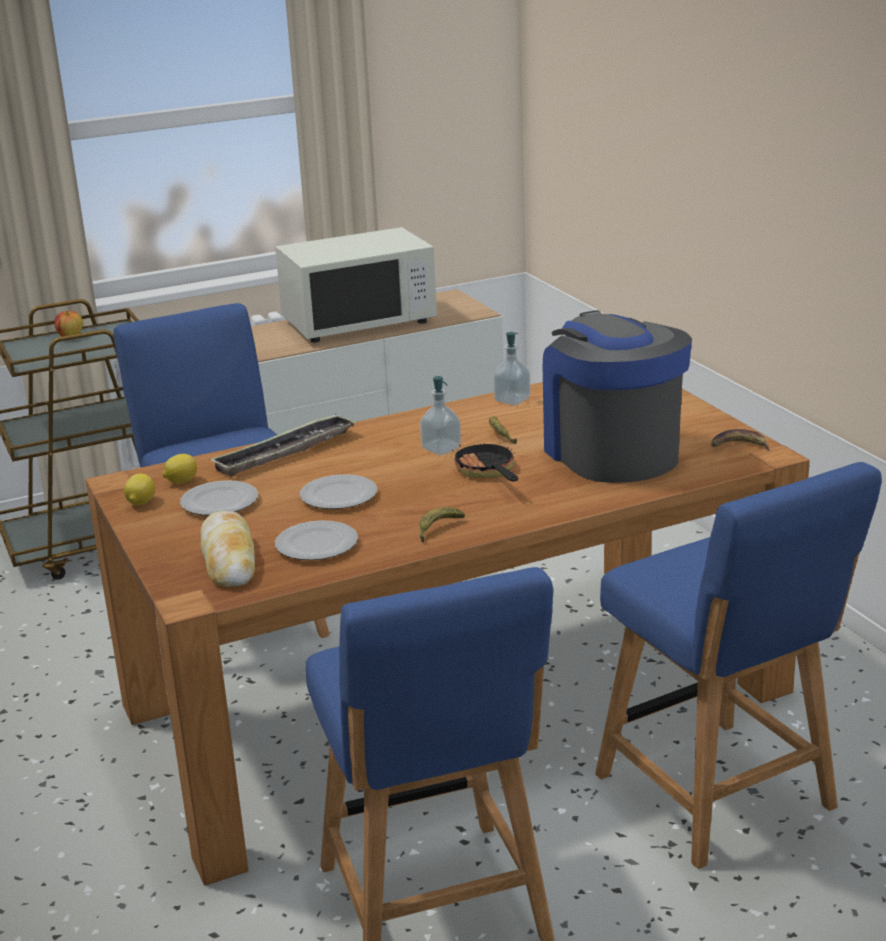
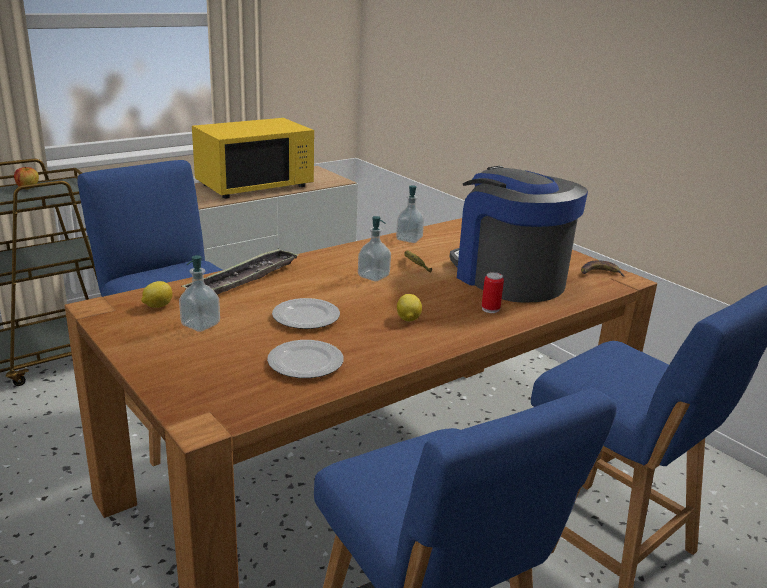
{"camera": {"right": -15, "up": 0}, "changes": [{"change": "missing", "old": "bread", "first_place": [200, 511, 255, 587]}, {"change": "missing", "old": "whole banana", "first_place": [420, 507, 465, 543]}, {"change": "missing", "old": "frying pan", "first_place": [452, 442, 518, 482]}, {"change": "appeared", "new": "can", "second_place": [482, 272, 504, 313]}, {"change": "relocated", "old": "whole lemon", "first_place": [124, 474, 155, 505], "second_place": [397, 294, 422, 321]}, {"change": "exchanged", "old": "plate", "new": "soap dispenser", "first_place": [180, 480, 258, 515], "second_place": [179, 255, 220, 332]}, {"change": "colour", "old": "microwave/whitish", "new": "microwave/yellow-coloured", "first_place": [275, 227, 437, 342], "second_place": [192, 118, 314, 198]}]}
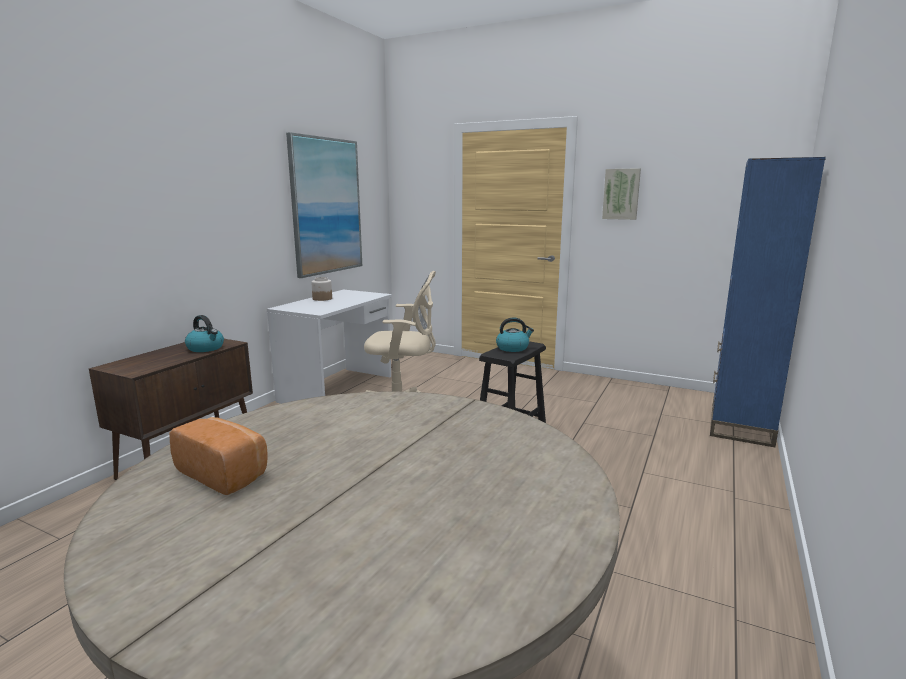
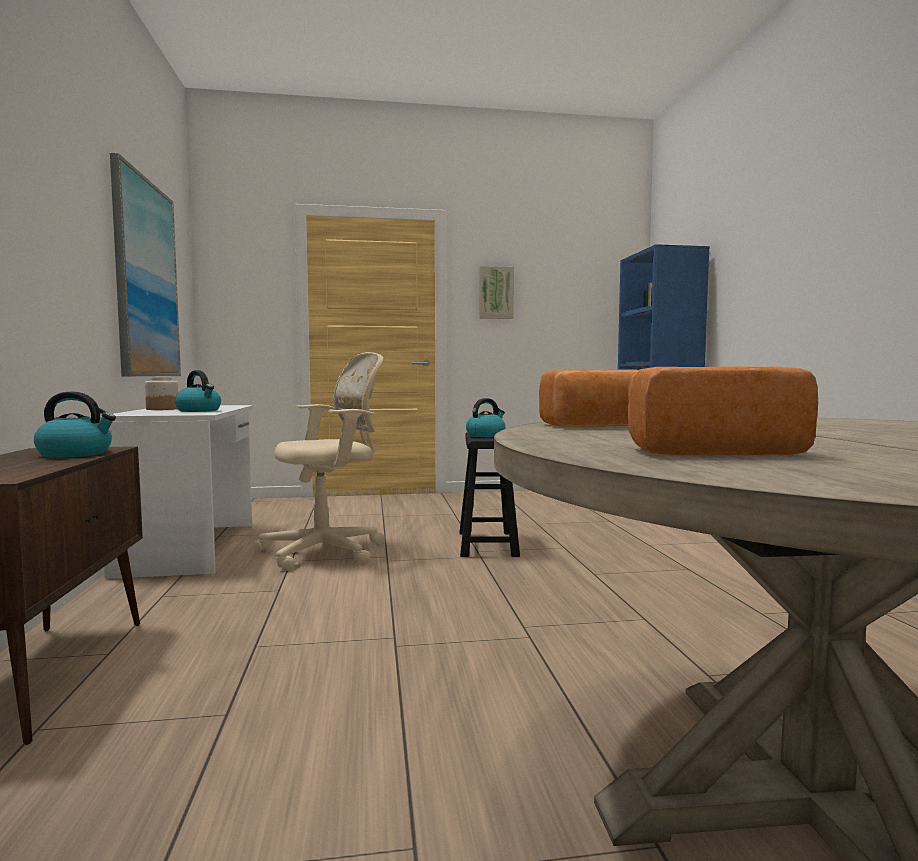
{"camera": {"right": -35, "up": -10}, "changes": [{"change": "appeared", "new": "kettle", "second_place": [175, 370, 221, 412]}, {"change": "appeared", "new": "bread", "second_place": [539, 369, 639, 427]}]}
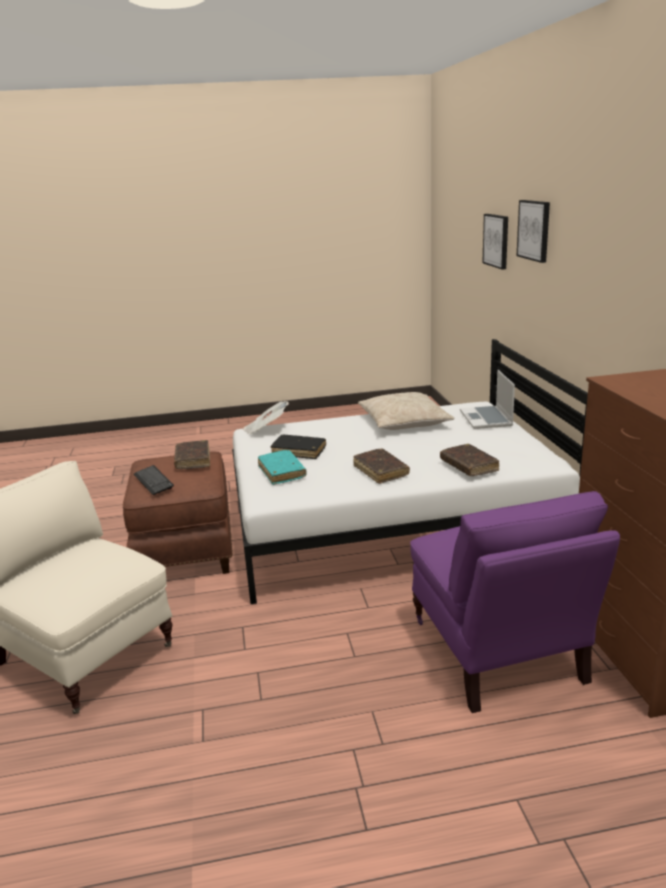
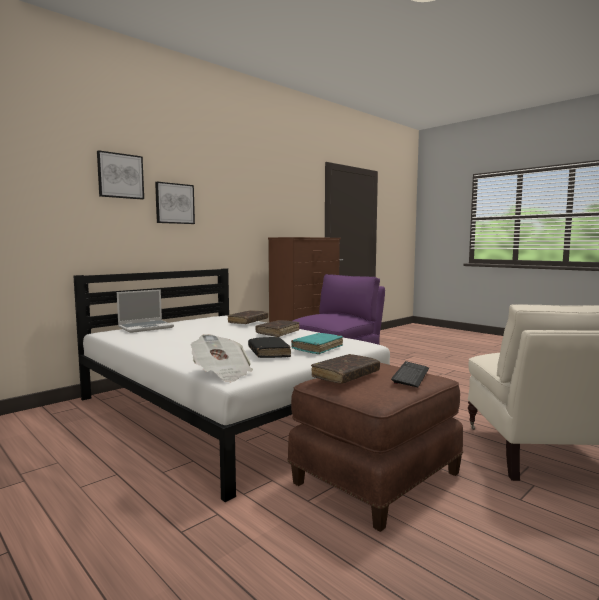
{"camera": {"right": -125, "up": -15}, "changes": [{"change": "missing", "old": "cushion/beige", "first_place": [358, 392, 455, 430]}, {"change": "relocated", "old": "wall art", "first_place": [482, 214, 508, 269], "second_place": [155, 182, 195, 224]}]}
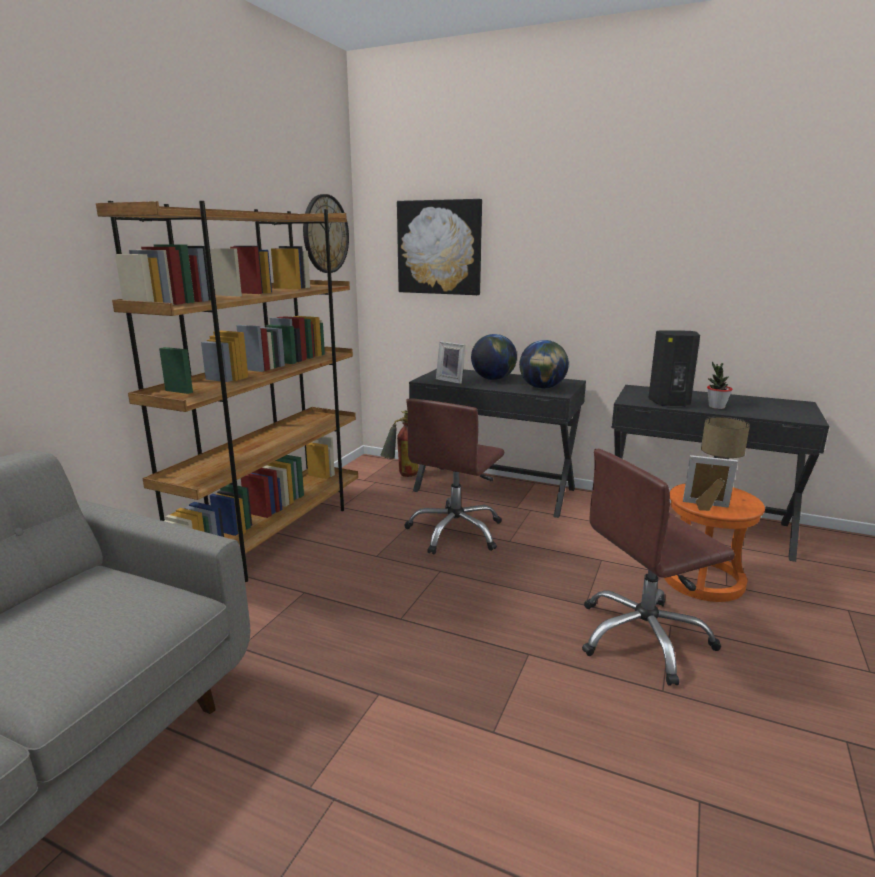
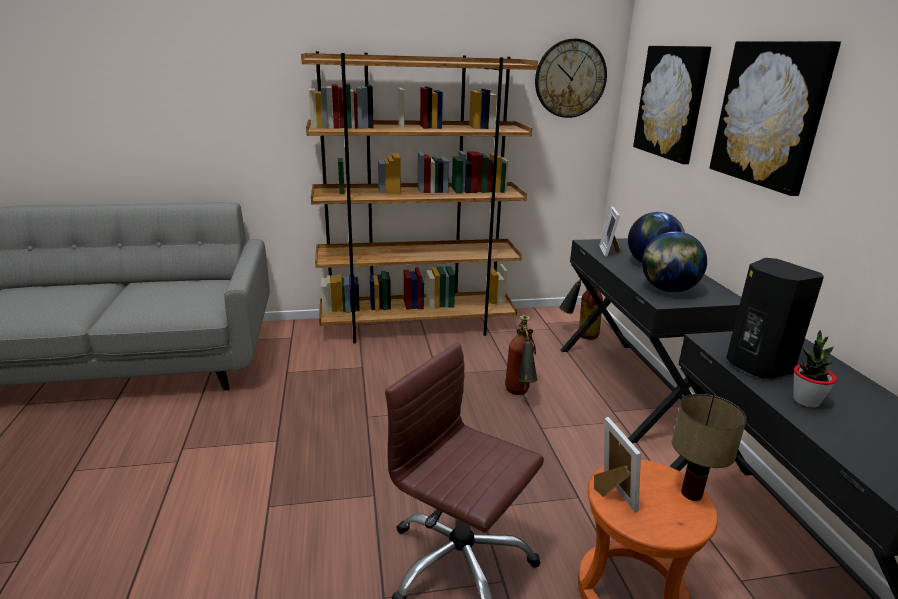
{"camera": {"right": 55, "up": 5}, "changes": [{"change": "appeared", "new": "wall art", "second_place": [710, 41, 841, 196]}, {"change": "exchanged", "old": "desk chair/brownish", "new": "extinguisher", "first_place": [404, 398, 504, 554], "second_place": [505, 315, 538, 395]}]}
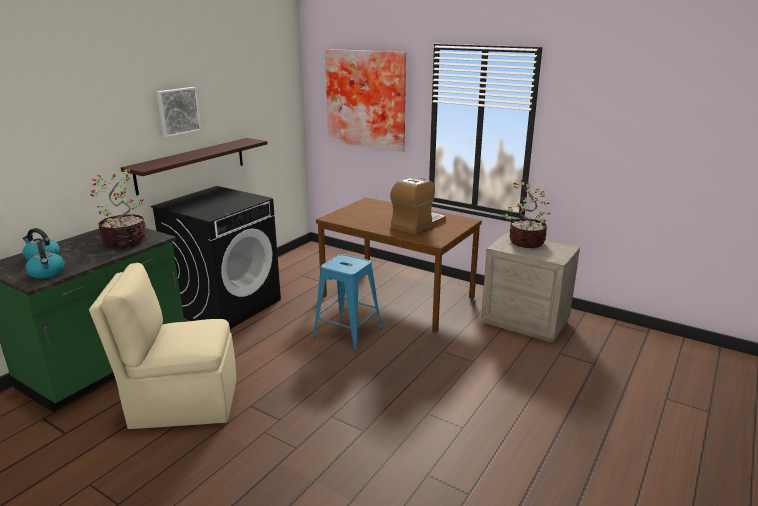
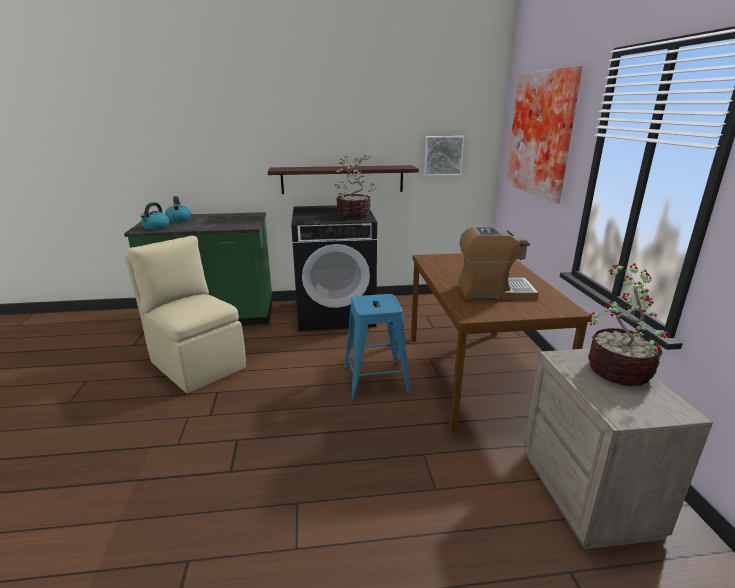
{"camera": {"right": 50, "up": 0}, "changes": [{"change": "relocated", "old": "plant in a pot", "first_place": [89, 169, 147, 249], "second_place": [335, 155, 376, 219]}, {"change": "relocated", "old": "wall art", "first_place": [156, 87, 201, 137], "second_place": [424, 136, 464, 176]}]}
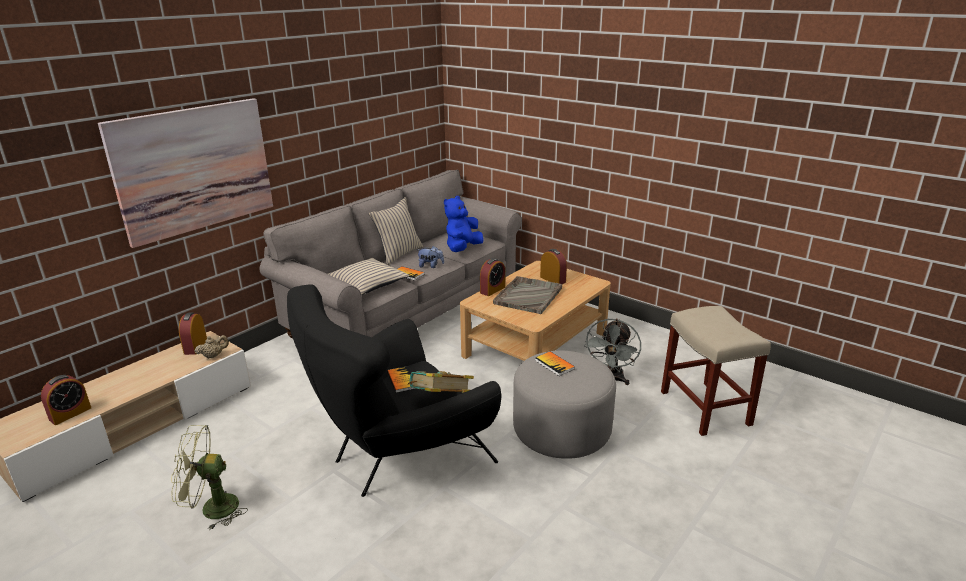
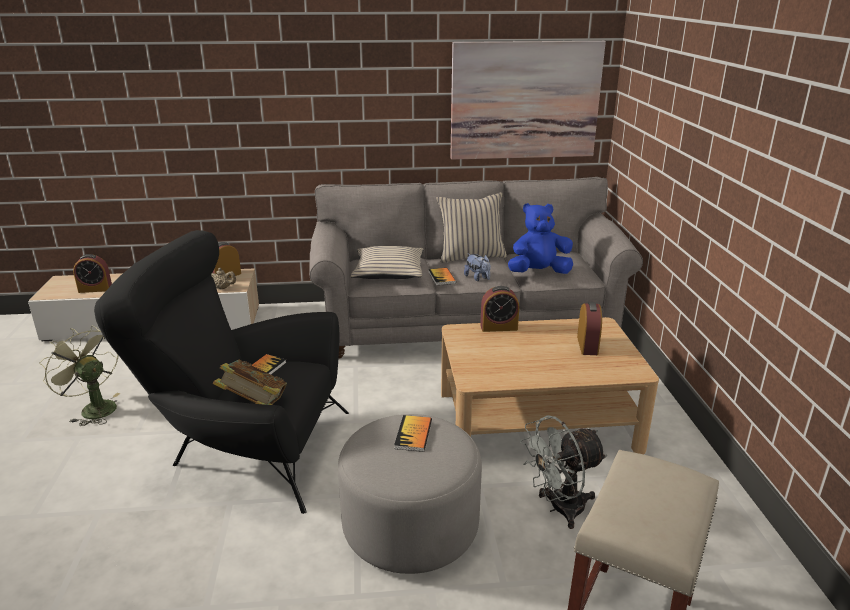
{"camera": {"right": 45, "up": 0}, "changes": [{"change": "missing", "old": "serving tray/gray", "first_place": [493, 276, 562, 314]}, {"change": "relocated", "old": "wall art", "first_place": [98, 98, 273, 248], "second_place": [450, 41, 606, 160]}]}
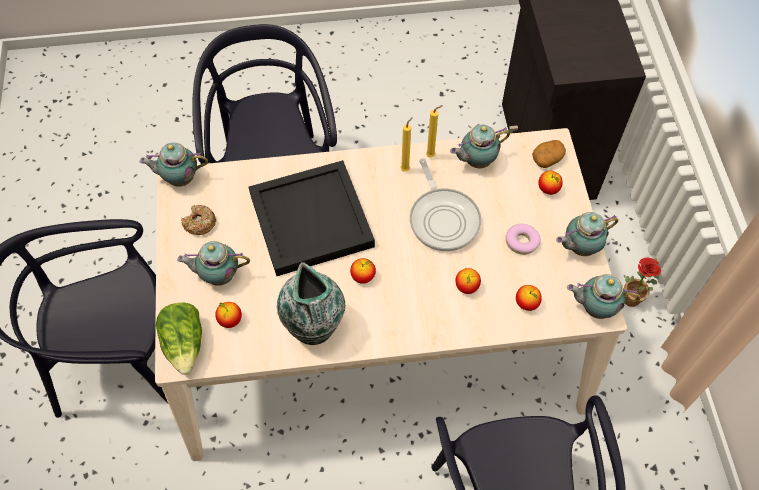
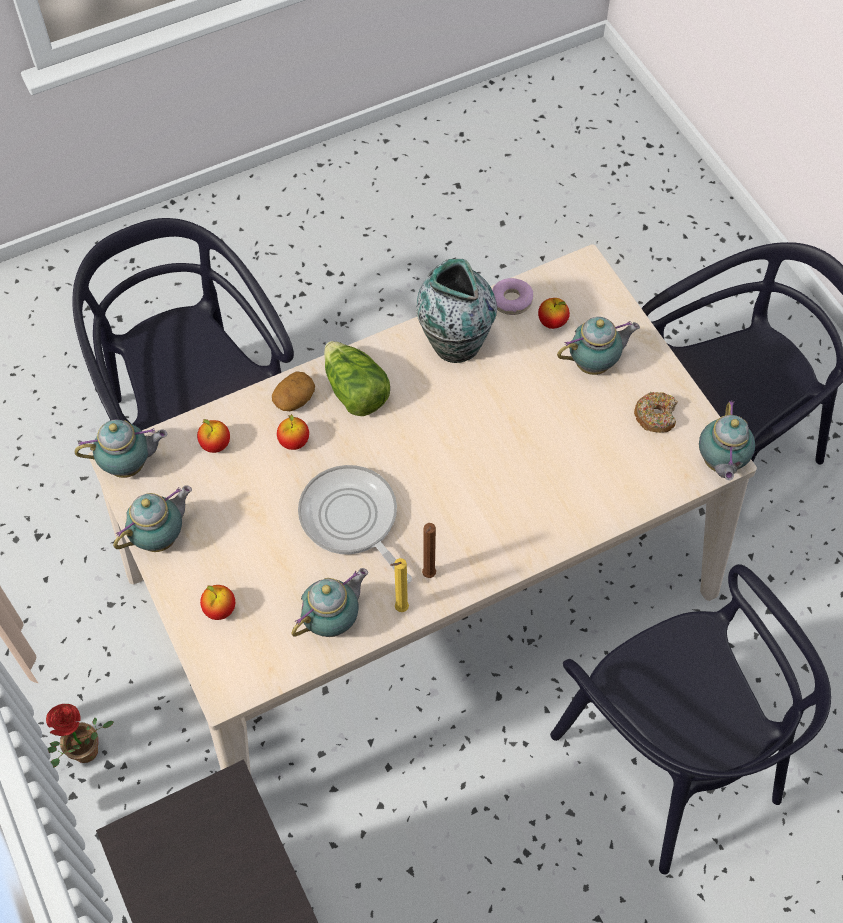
{"camera": {"right": 160, "up": 0}, "changes": [{"change": "missing", "old": "serving tray/black-coloured", "first_place": [249, 160, 375, 276]}, {"change": "missing", "old": "apple", "first_place": [350, 258, 376, 284]}, {"change": "relocated", "old": "head of lettuce", "first_place": [156, 303, 202, 375], "second_place": [324, 341, 390, 416]}, {"change": "relocated", "old": "doughnut", "first_place": [506, 224, 541, 255], "second_place": [492, 278, 533, 315]}, {"change": "relocated", "old": "whole potato", "first_place": [532, 140, 566, 168], "second_place": [272, 371, 315, 411]}, {"change": "colour", "old": "wax light/yellow-coloured", "new": "wax light/brownish", "first_place": [401, 117, 413, 172], "second_place": [422, 523, 436, 578]}, {"change": "spun", "old": "tea pot", "first_place": [140, 143, 208, 187], "second_place": [699, 400, 755, 480], "degrees": 120}]}
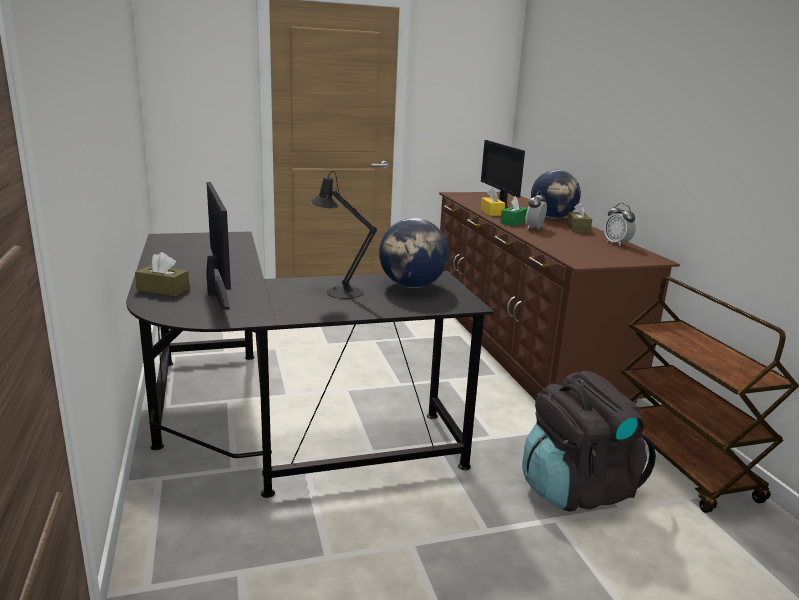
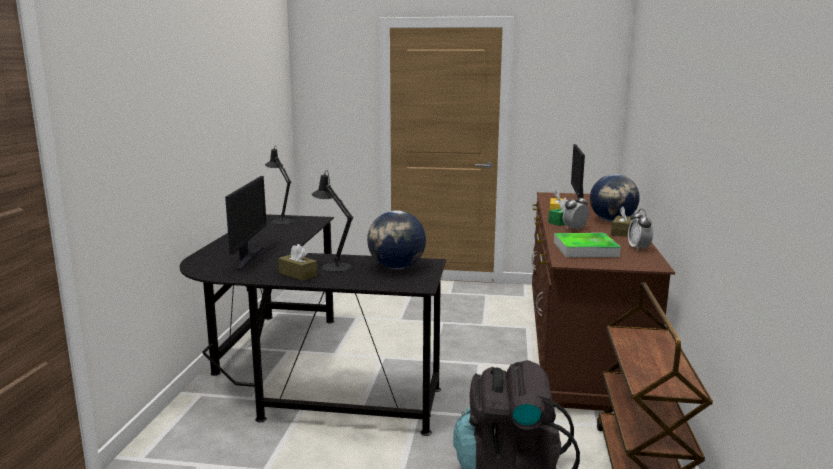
{"camera": {"right": 25, "up": -5}, "changes": [{"change": "appeared", "new": "lamp for a table/black-coloured", "second_place": [265, 145, 295, 225]}, {"change": "appeared", "new": "serving tray", "second_place": [554, 233, 621, 257]}, {"change": "relocated", "old": "box of tissues/brownish", "first_place": [135, 252, 190, 296], "second_place": [278, 244, 318, 281]}]}
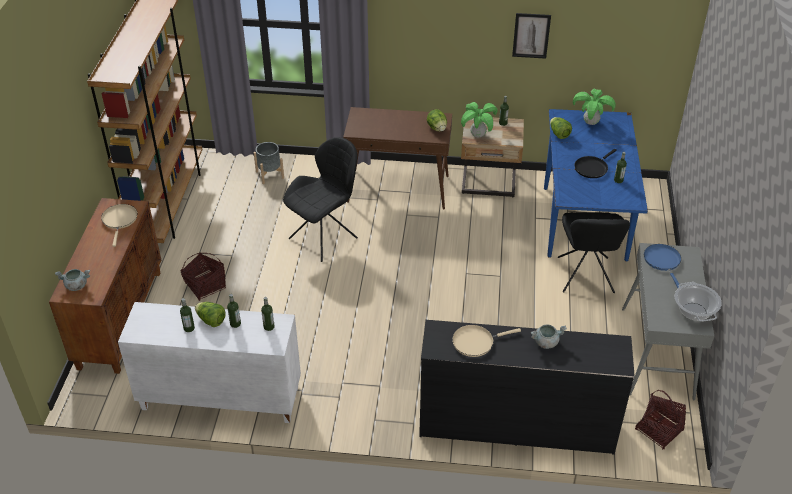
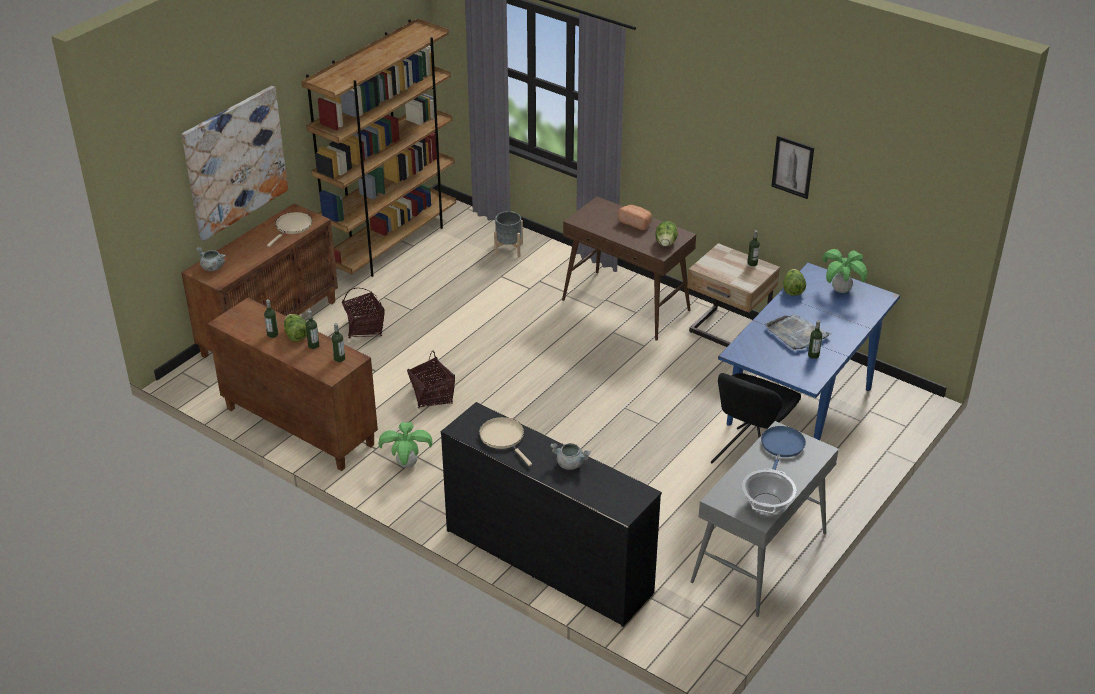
{"camera": {"right": 30, "up": -5}, "changes": [{"change": "missing", "old": "chair/black-coloured", "first_place": [283, 137, 358, 262]}, {"change": "appeared", "new": "wall art", "second_place": [182, 86, 288, 241]}, {"change": "appeared", "new": "bread", "second_place": [618, 205, 652, 230]}, {"change": "relocated", "old": "plant in a pot", "first_place": [461, 102, 497, 137], "second_place": [379, 422, 432, 468]}, {"change": "relocated", "old": "basket", "first_place": [635, 390, 686, 449], "second_place": [407, 351, 455, 408]}, {"change": "exchanged", "old": "frying pan/black-coloured", "new": "serving tray/gray", "first_place": [574, 149, 617, 178], "second_place": [765, 314, 831, 350]}, {"change": "colour", "old": "cabinet/whitish", "new": "cabinet/brownish", "first_place": [118, 302, 301, 423], "second_place": [208, 298, 378, 471]}, {"change": "spun", "old": "frying pan/beige", "first_place": [452, 325, 521, 357], "second_place": [479, 417, 532, 466], "degrees": 45}]}
